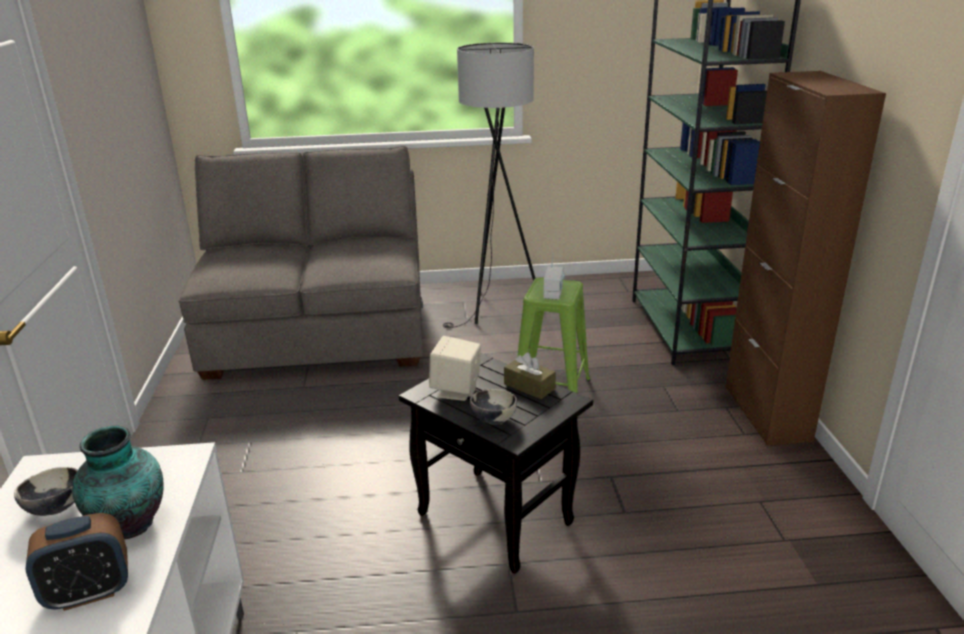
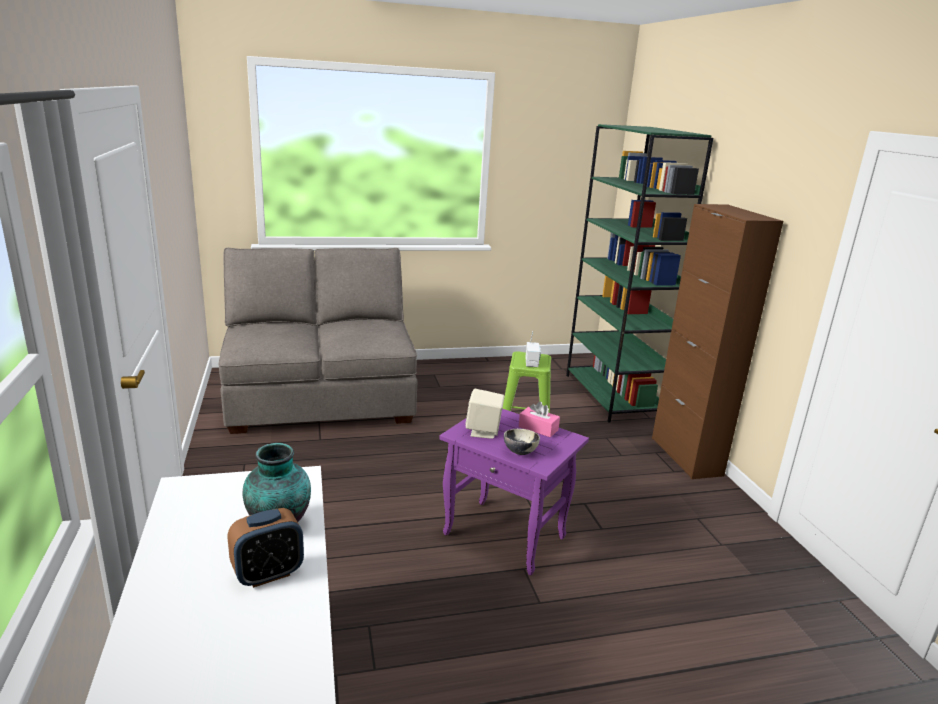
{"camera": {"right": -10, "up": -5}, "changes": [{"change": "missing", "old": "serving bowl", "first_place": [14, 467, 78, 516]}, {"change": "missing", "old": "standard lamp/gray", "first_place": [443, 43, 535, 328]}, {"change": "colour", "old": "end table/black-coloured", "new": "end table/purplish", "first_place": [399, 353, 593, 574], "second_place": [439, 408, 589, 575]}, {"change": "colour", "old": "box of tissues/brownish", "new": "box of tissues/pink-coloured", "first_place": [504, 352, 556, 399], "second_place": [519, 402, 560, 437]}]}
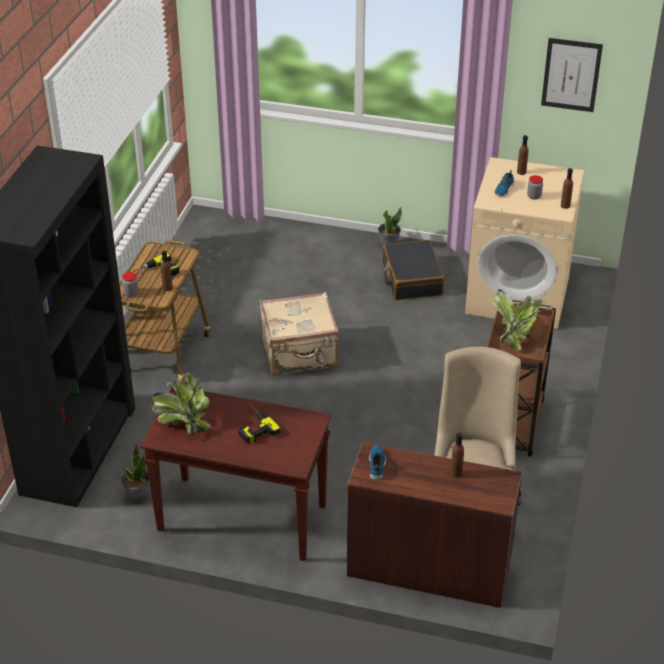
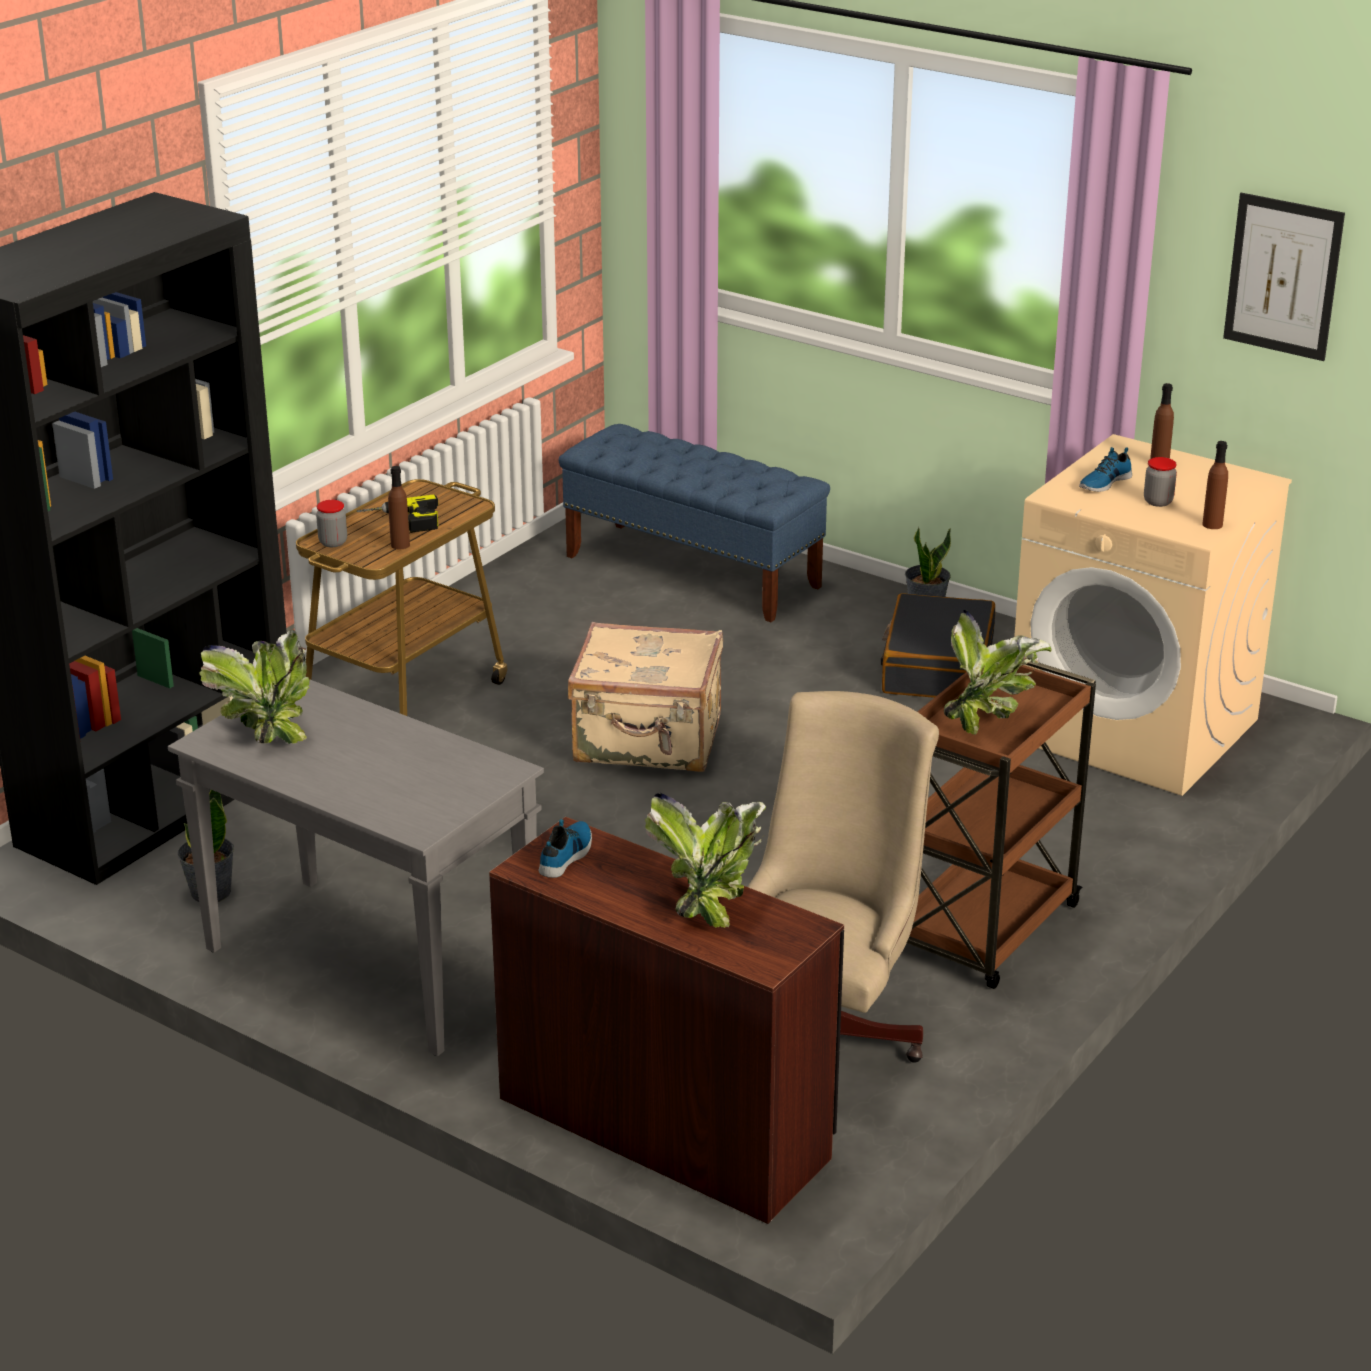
{"camera": {"right": 20, "up": -10}, "changes": [{"change": "missing", "old": "drill", "first_place": [238, 404, 280, 444]}, {"change": "appeared", "new": "long seat/blue", "second_place": [559, 424, 830, 622]}, {"change": "exchanged", "old": "bottle/brownish", "new": "plant in a pot", "first_place": [450, 433, 464, 477], "second_place": [645, 793, 766, 928]}, {"change": "colour", "old": "console table/brownish", "new": "console table/gray", "first_place": [140, 388, 331, 561], "second_place": [168, 679, 544, 1056]}]}
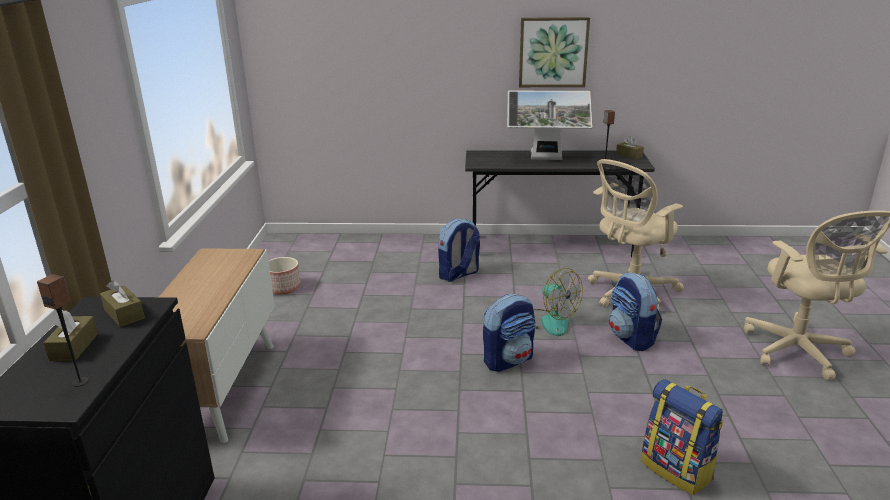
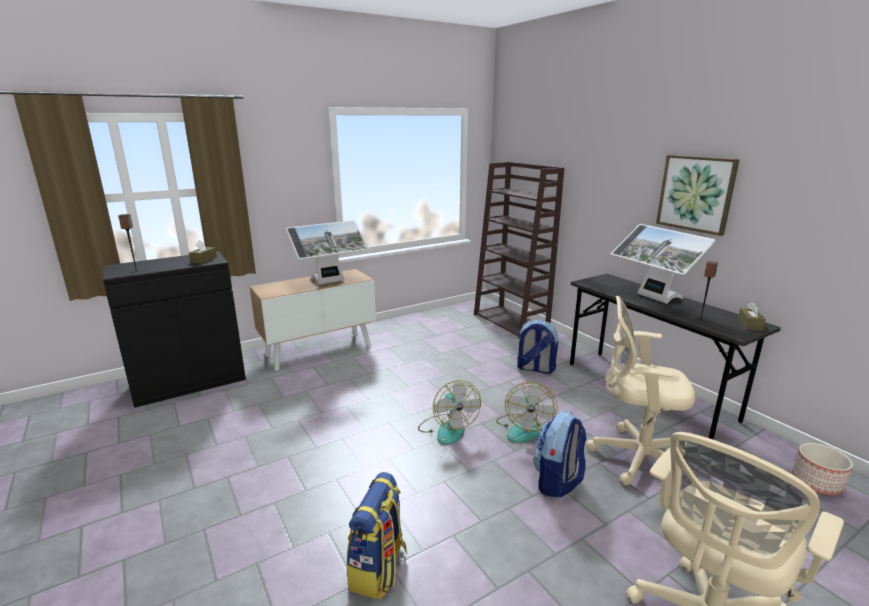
{"camera": {"right": 55, "up": -5}, "changes": [{"change": "missing", "old": "box of tissues/brownish", "first_place": [43, 310, 98, 361]}, {"change": "appeared", "new": "computer display", "second_place": [286, 220, 369, 285]}, {"change": "appeared", "new": "bookcase/brownish", "second_place": [474, 162, 564, 339]}, {"change": "relocated", "old": "planter", "first_place": [268, 257, 301, 294], "second_place": [792, 443, 853, 495]}, {"change": "exchanged", "old": "knapsack", "new": "cooling fan", "first_place": [483, 294, 535, 372], "second_place": [418, 380, 481, 445]}]}
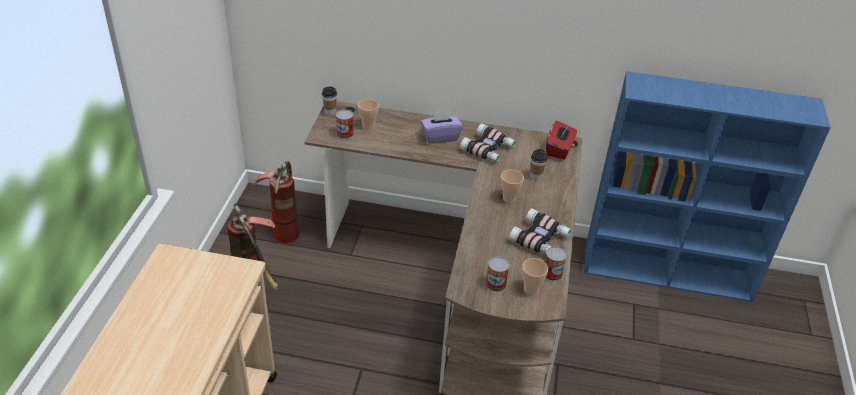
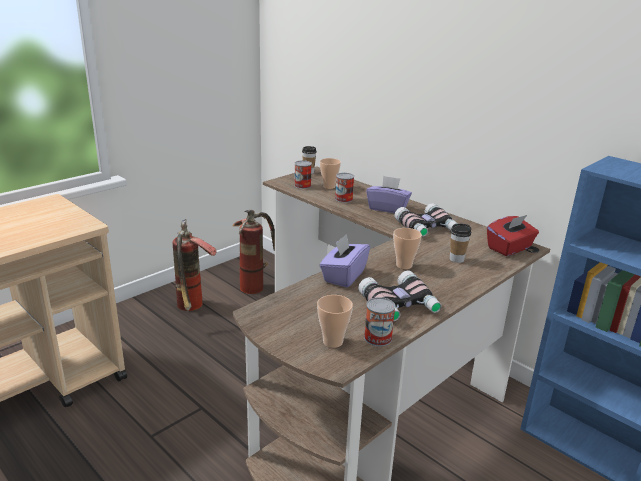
{"camera": {"right": 35, "up": -15}, "changes": [{"change": "appeared", "new": "box of tissues/purplish", "second_place": [320, 234, 370, 288]}, {"change": "relocated", "old": "can", "first_place": [486, 257, 509, 292], "second_place": [335, 173, 354, 203]}]}
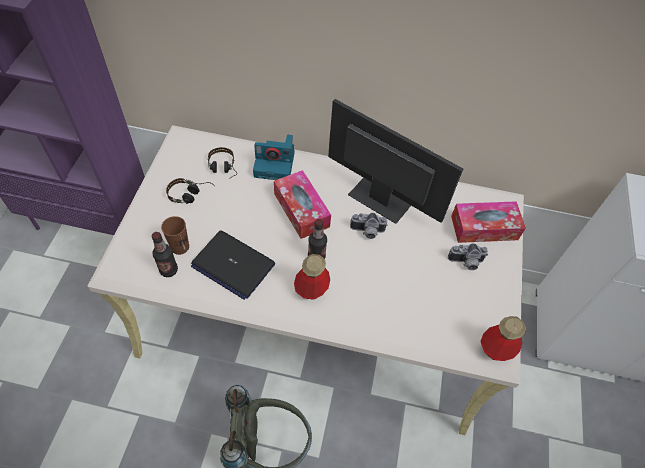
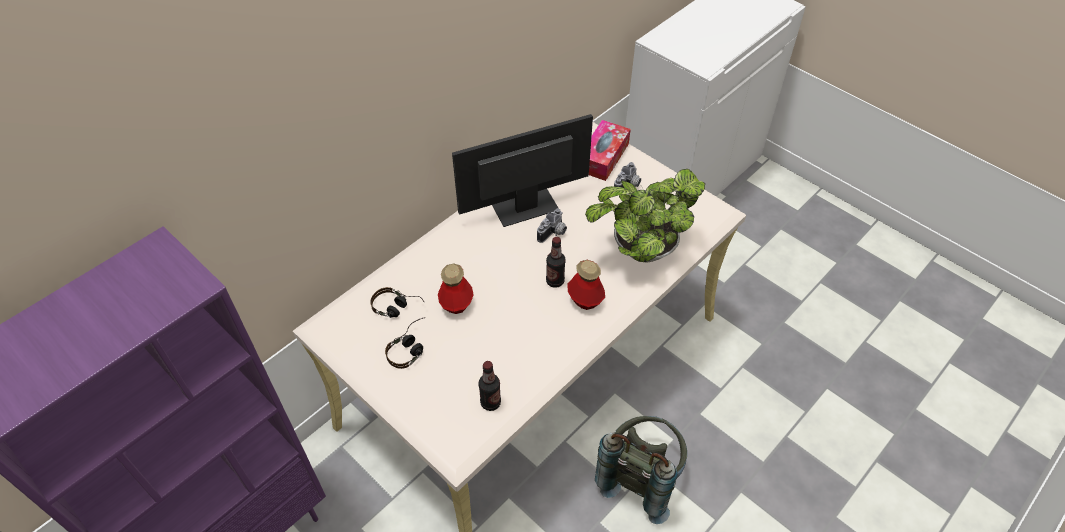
{"camera": {"right": -55, "up": -5}, "changes": [{"change": "missing", "old": "drinking cup/brownish", "first_place": [161, 216, 189, 255]}, {"change": "missing", "old": "portable computer", "first_place": [191, 231, 275, 300]}, {"change": "missing", "old": "still camera", "first_place": [253, 135, 295, 180]}, {"change": "missing", "old": "box of tissues", "first_place": [274, 170, 331, 239]}, {"change": "appeared", "new": "plant in a pot", "second_place": [585, 169, 705, 262]}, {"change": "relocated", "old": "bottle", "first_place": [480, 316, 526, 361], "second_place": [438, 263, 474, 314]}]}
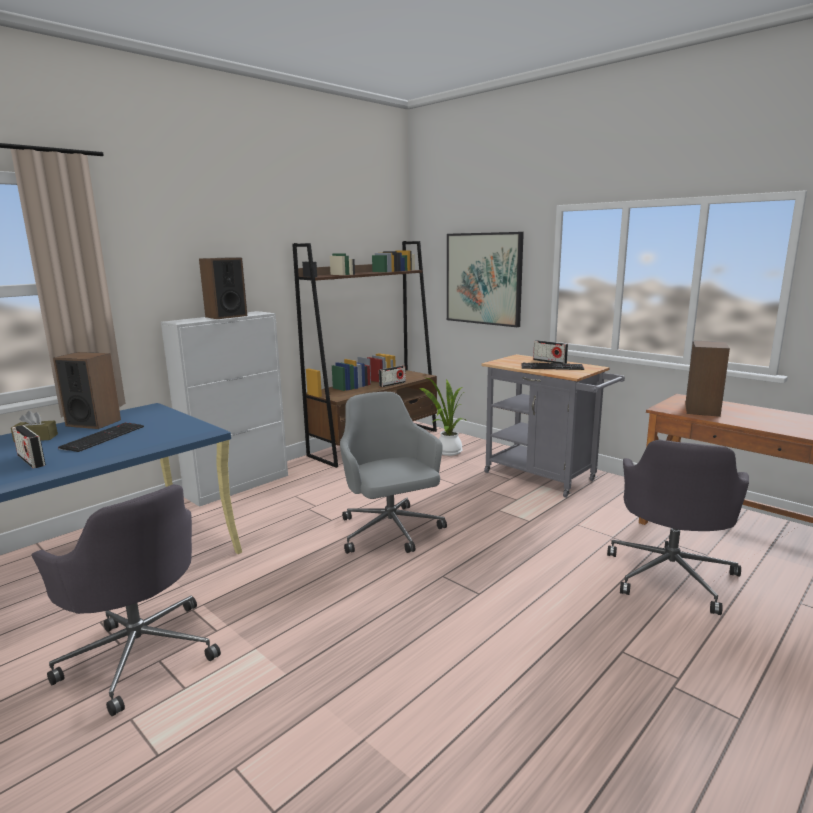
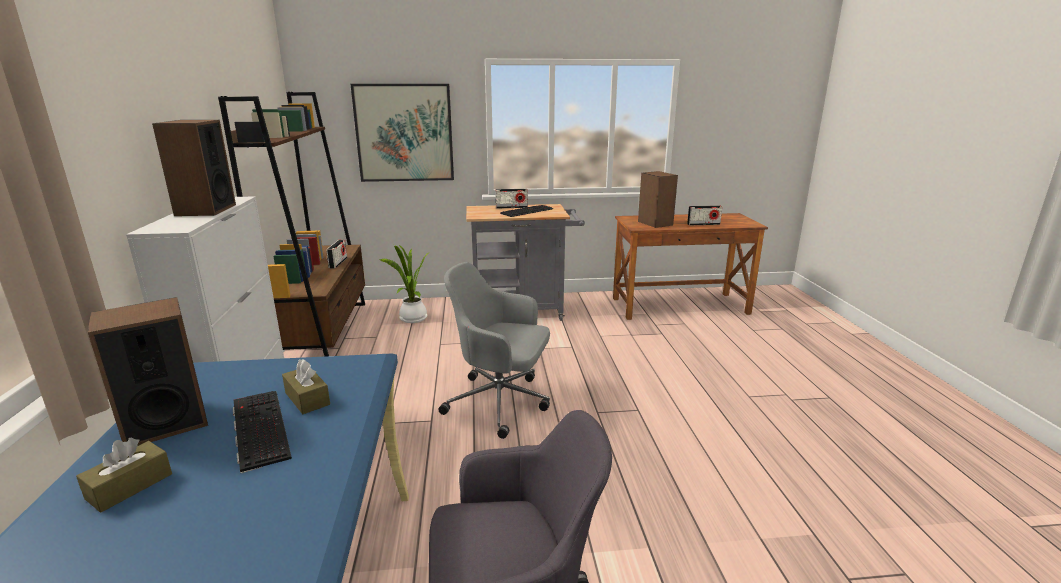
{"camera": {"right": -50, "up": 5}, "changes": [{"change": "missing", "old": "desk chair/gray", "first_place": [607, 440, 749, 615]}, {"change": "appeared", "new": "box of tissues/brownish", "second_place": [282, 359, 330, 414]}, {"change": "relocated", "old": "radio receiver", "first_place": [12, 425, 46, 469], "second_place": [687, 205, 722, 225]}]}
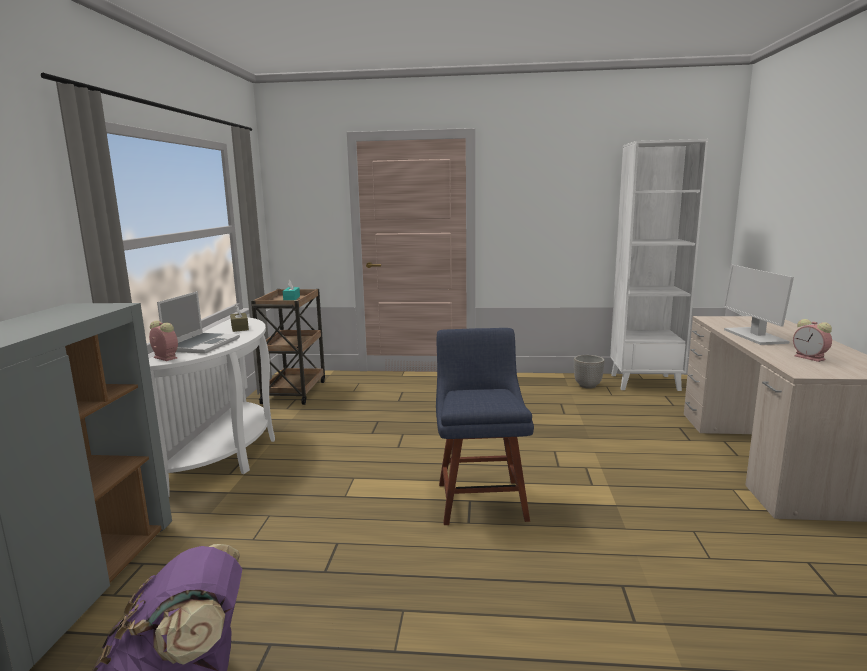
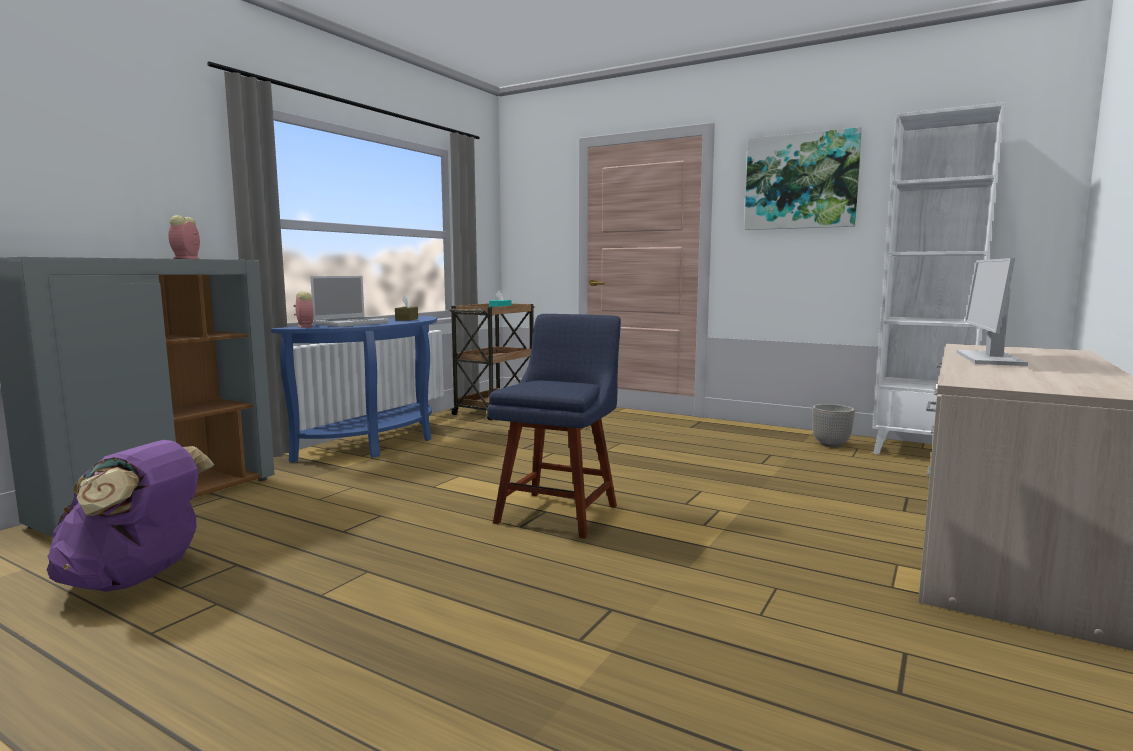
{"camera": {"right": 25, "up": -5}, "changes": [{"change": "appeared", "new": "wall art", "second_place": [744, 127, 862, 230]}, {"change": "relocated", "old": "table clock", "first_place": [793, 319, 832, 362], "second_place": [168, 215, 200, 259]}, {"change": "colour", "old": "console table/whitish", "new": "console table/blue", "first_place": [149, 317, 275, 496], "second_place": [271, 316, 437, 463]}]}
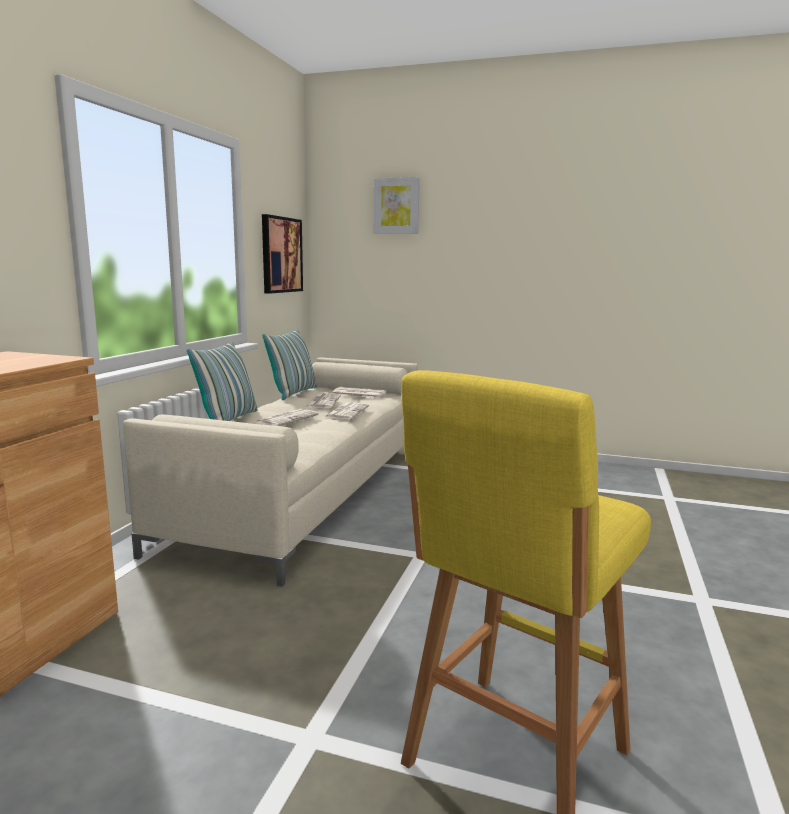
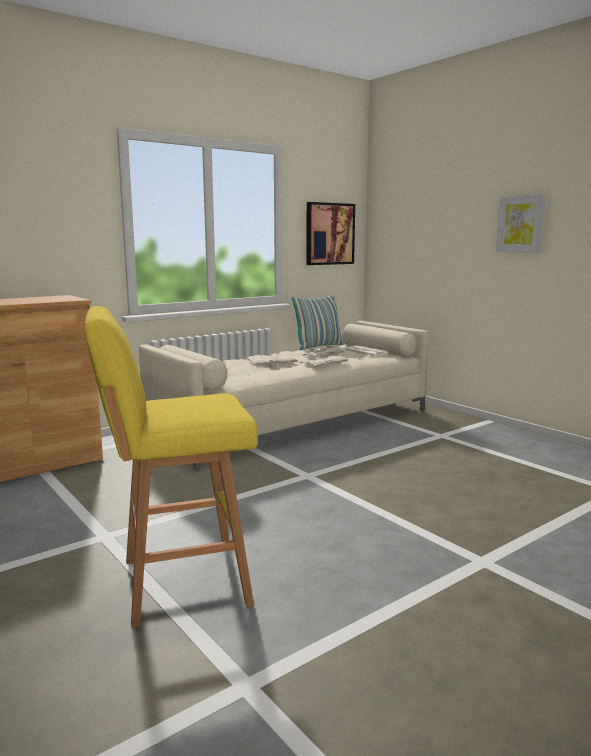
{"camera": {"right": 35, "up": 0}, "changes": [{"change": "missing", "old": "cushion", "first_place": [187, 341, 257, 421]}, {"change": "relocated", "old": "wall art", "first_place": [374, 177, 420, 234], "second_place": [496, 194, 546, 253]}]}
